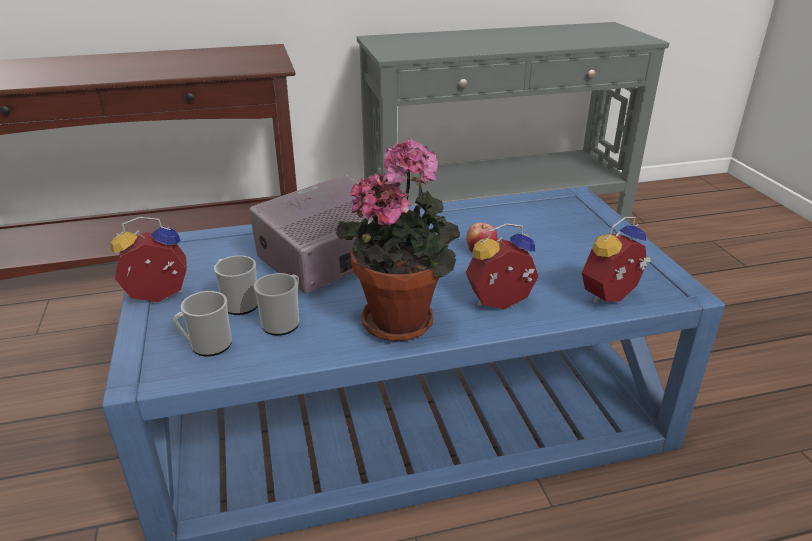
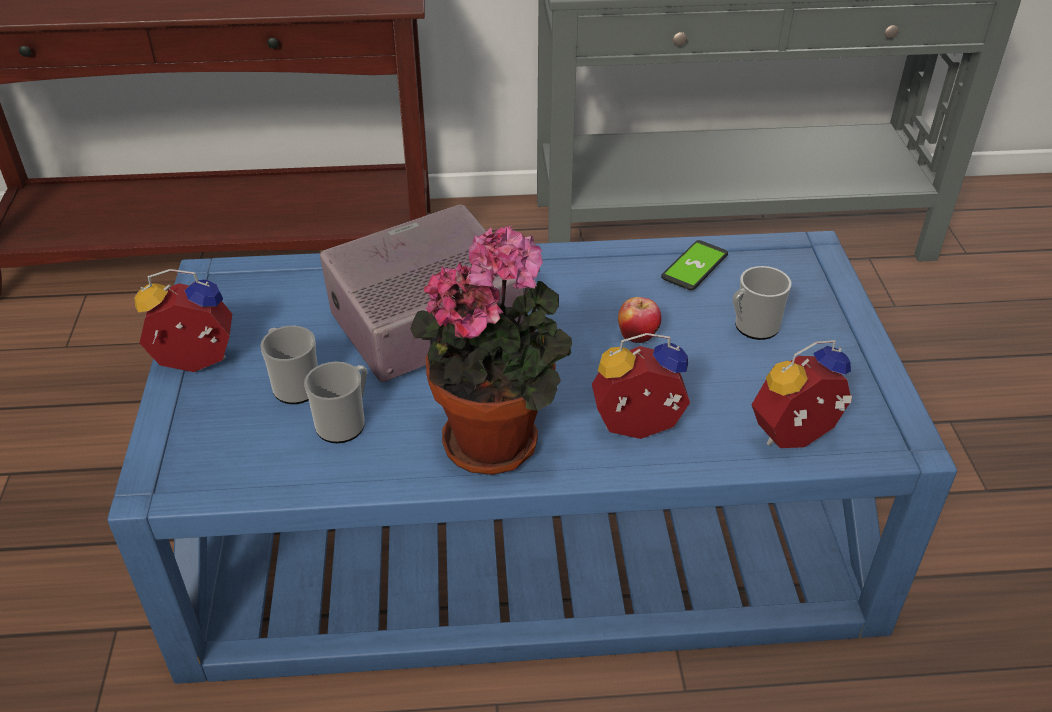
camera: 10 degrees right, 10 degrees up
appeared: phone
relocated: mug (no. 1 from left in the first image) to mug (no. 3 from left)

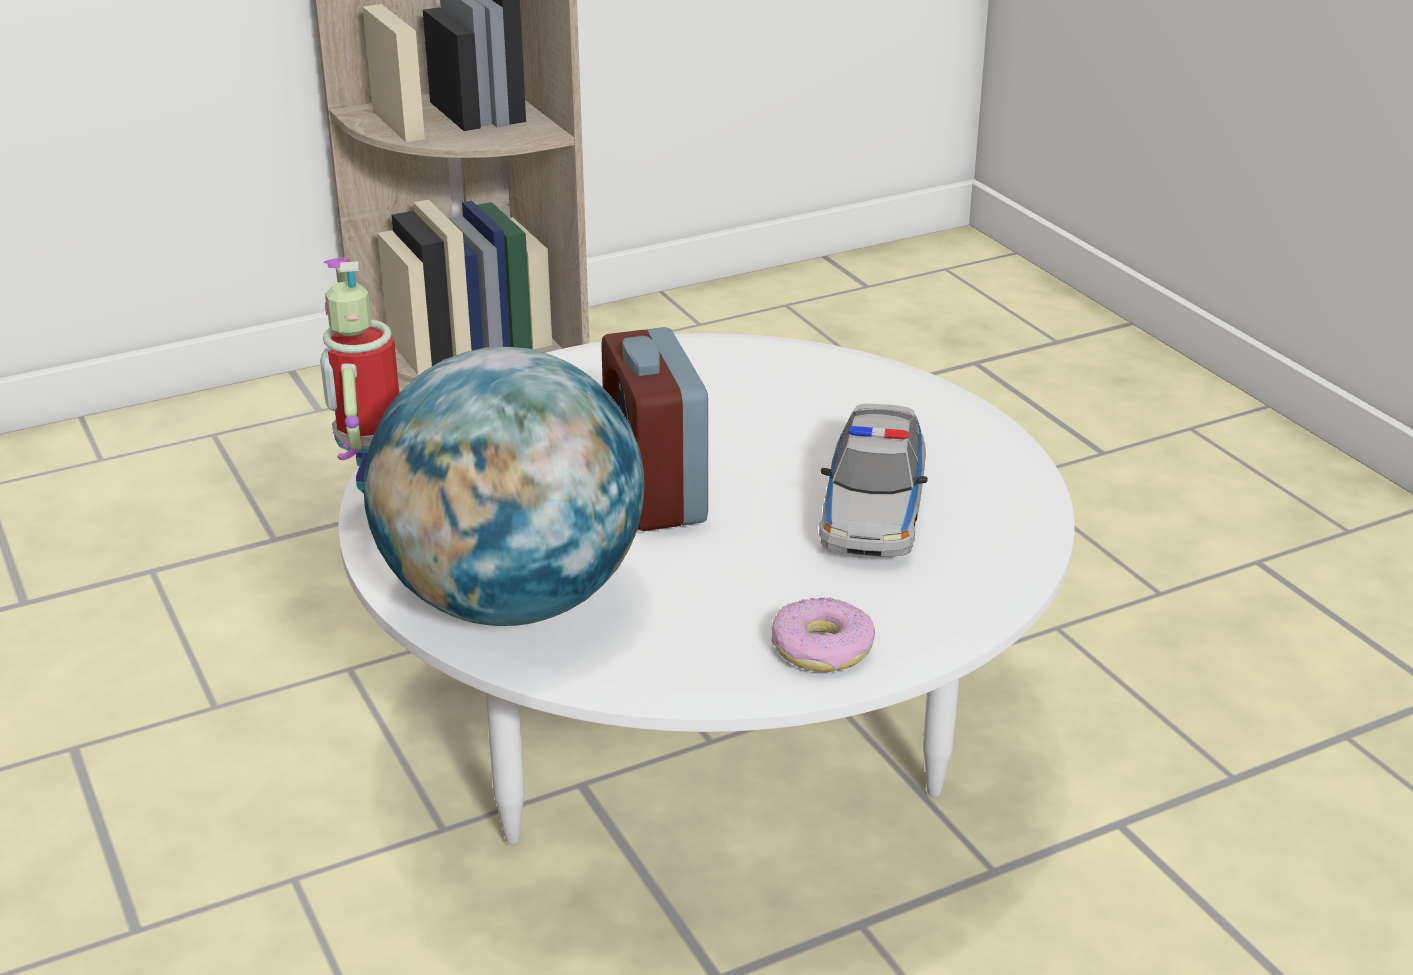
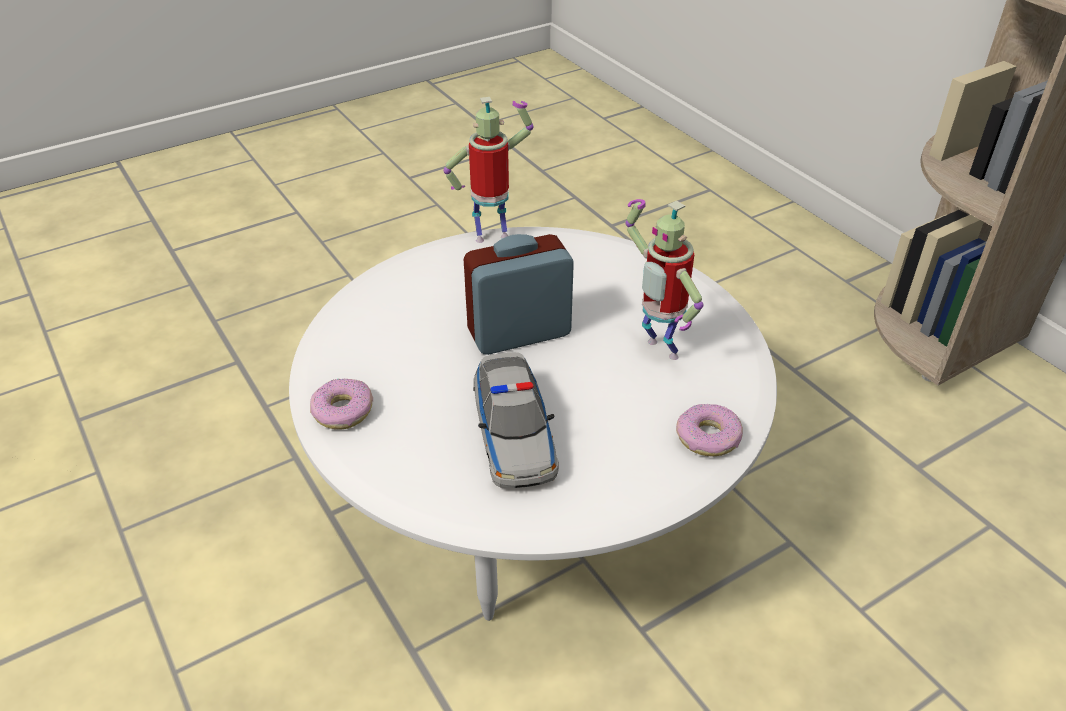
camera: 85 degrees right, 10 degrees up
missing: globe
appeared: toy robot (no. 2 from left); donut (no. 2 from left)
spun: toy car 105 degrees counterclockwise

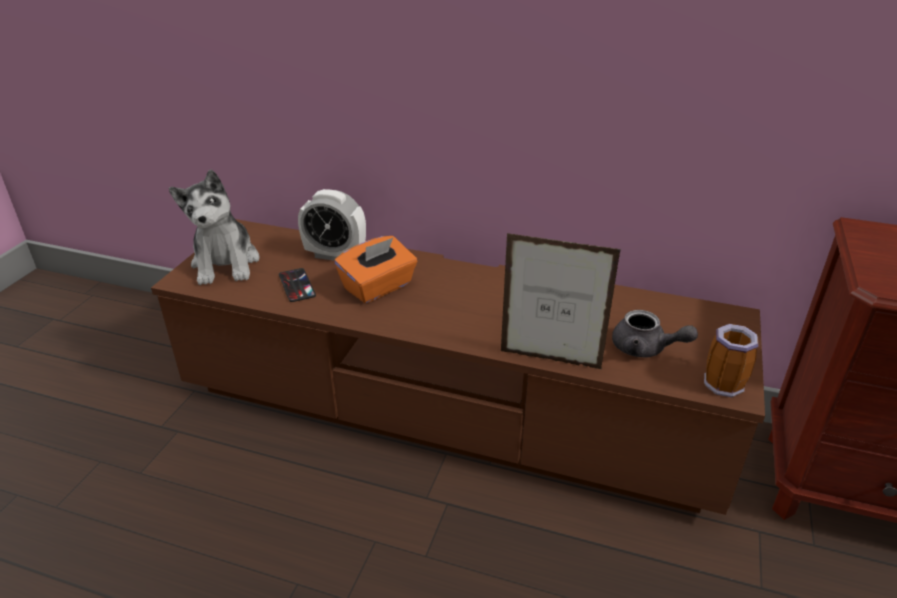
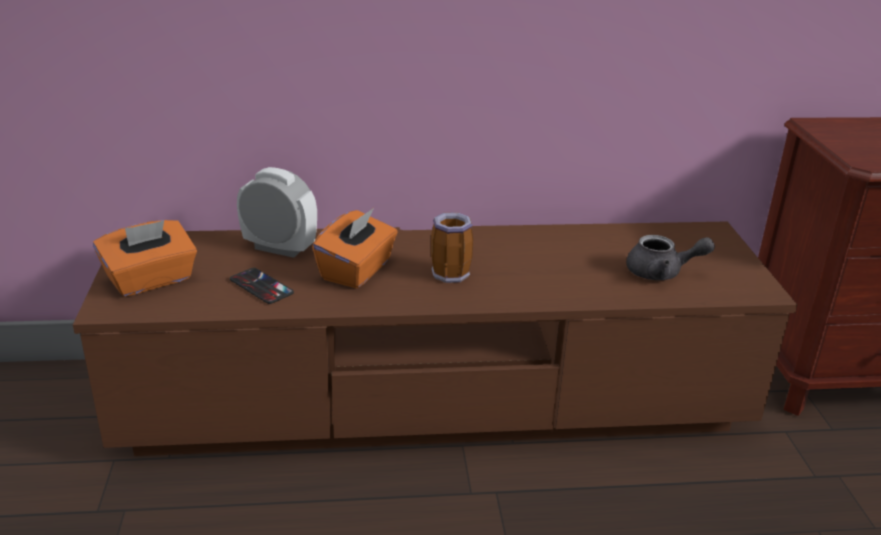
camera: 25 degrees left, 5 degrees down
missing: picture frame
relocated: mug
exchanged: plush toy to tissue box (orange) (no. 1 from left)
spun: alarm clock 150 degrees counterclockwise

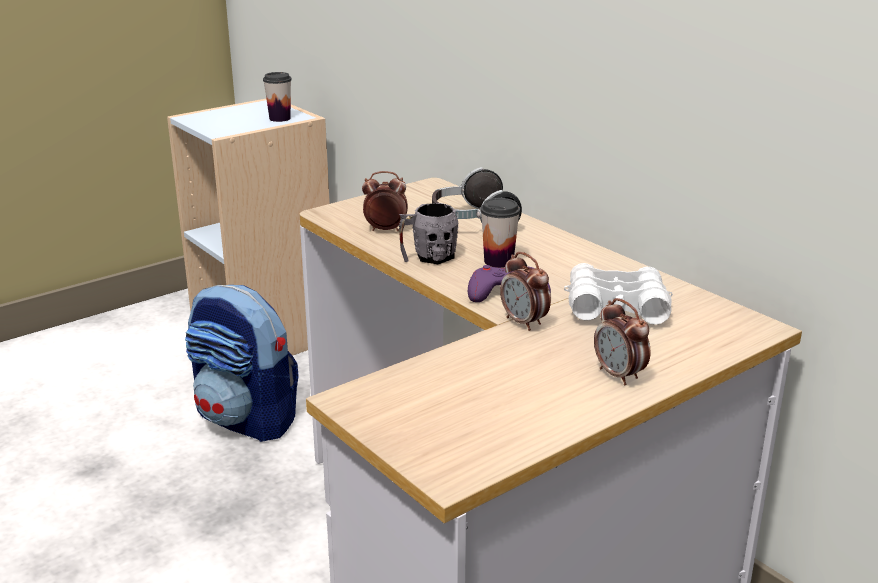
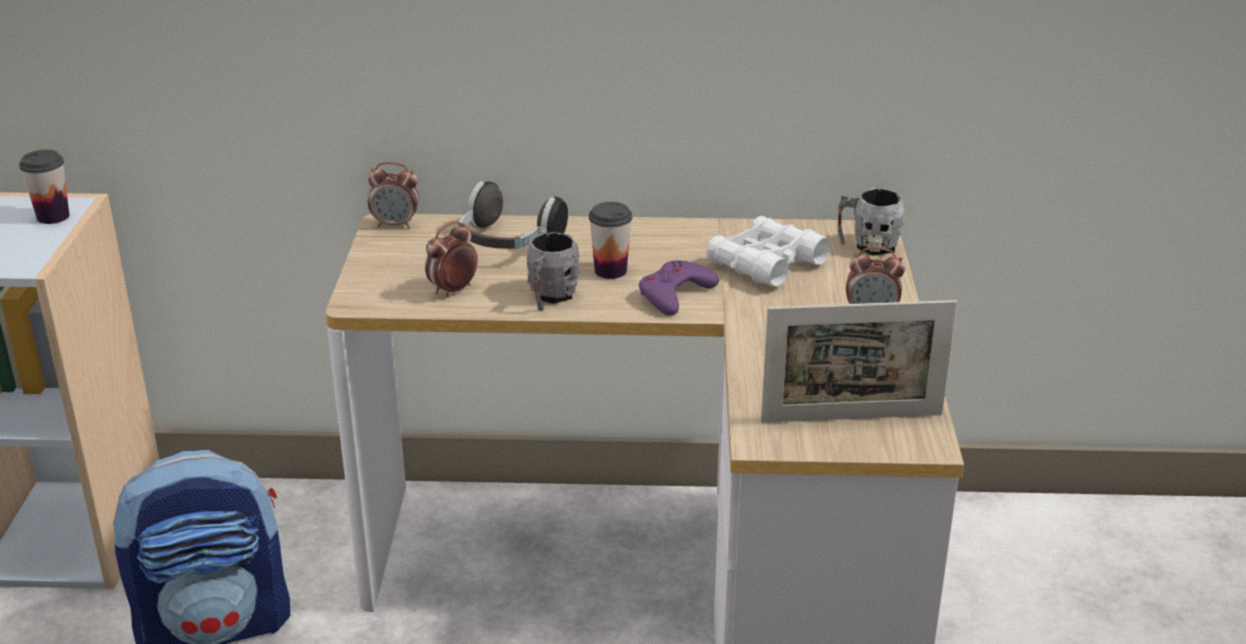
camera: 50 degrees left, 5 degrees up
appeared: picture frame; mug (grey) (no. 2 from left)
relocated: alarm clock (no. 2 from left in the first image) to alarm clock (no. 1 from left)

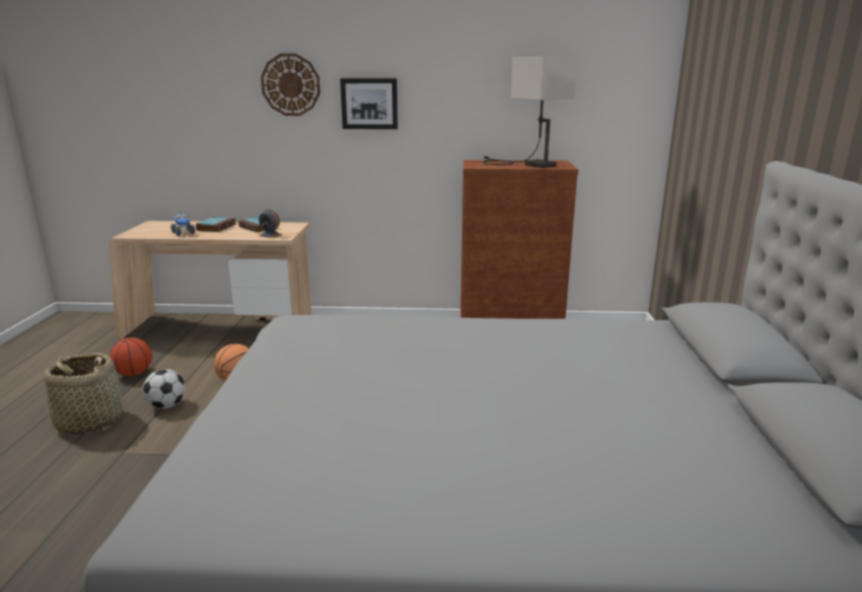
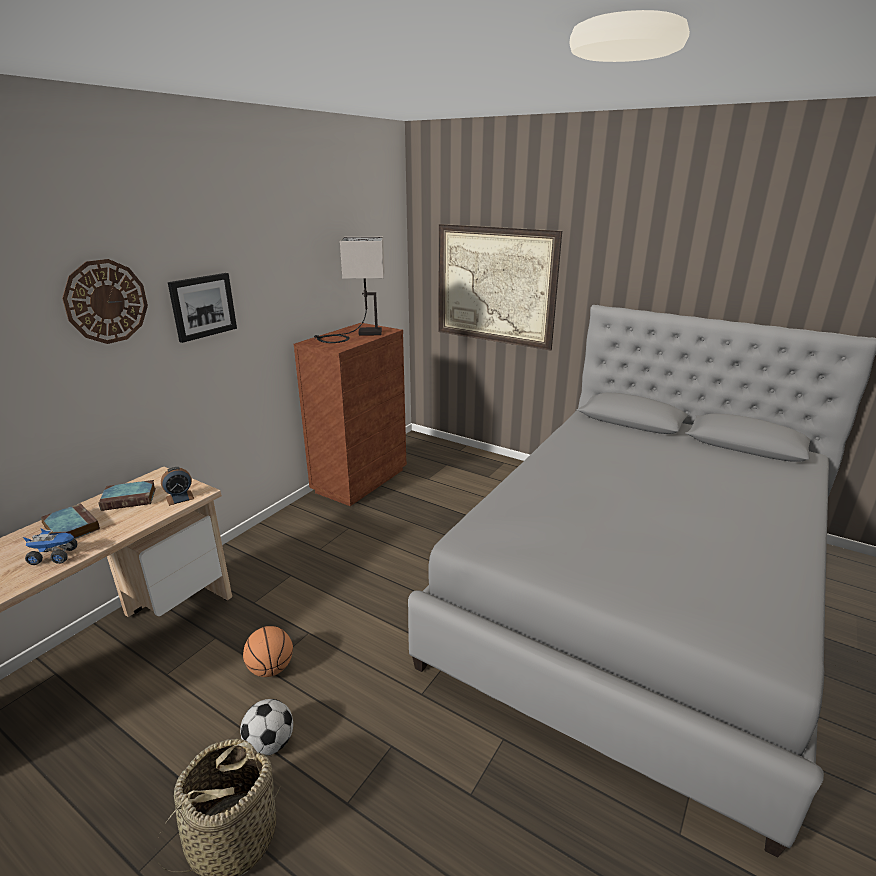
camera: 60 degrees left, 5 degrees up
missing: basketball (no. 1 from left)
appeared: picture (no. 2 from left)

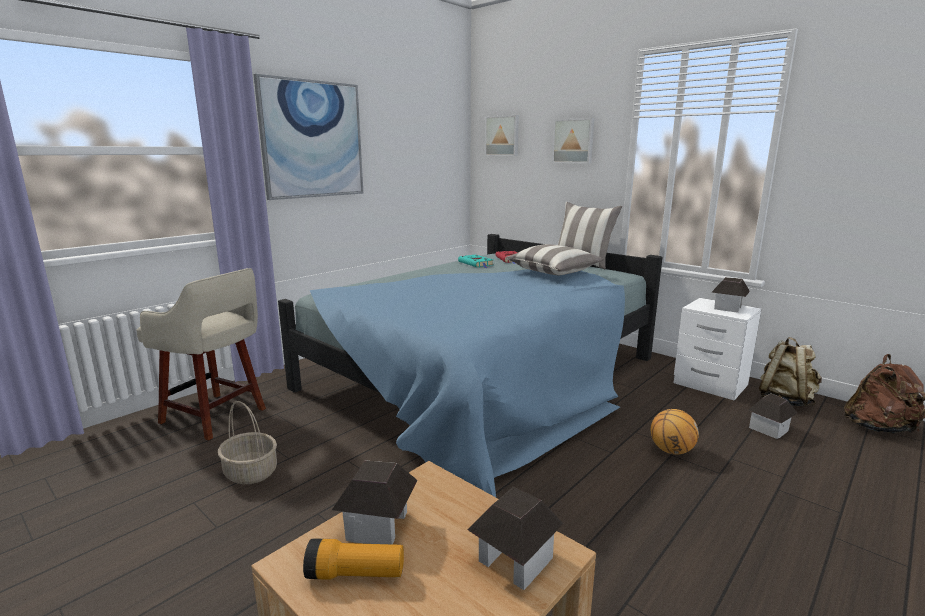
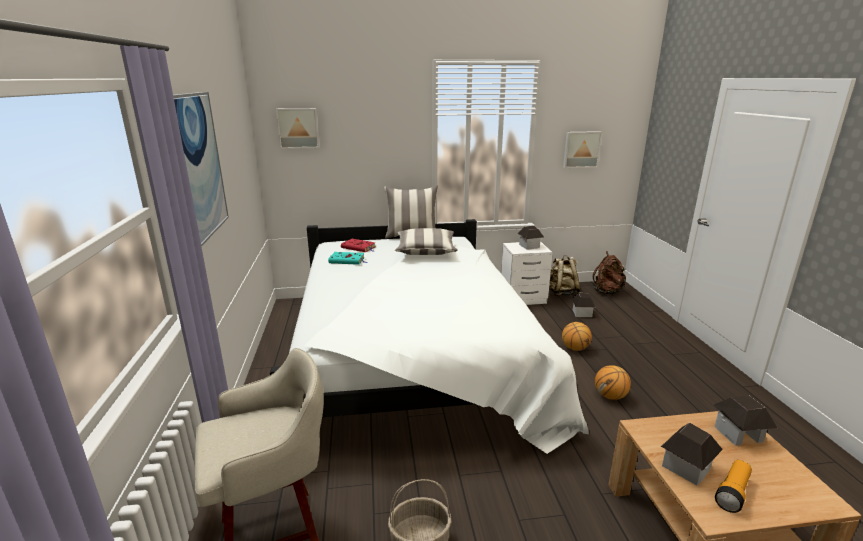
camera: 50 degrees left, 5 degrees up
appeared: basketball (no. 2 from left)
relocated: picture (no. 3 from left)
colour: bed (blue) to bed (white)

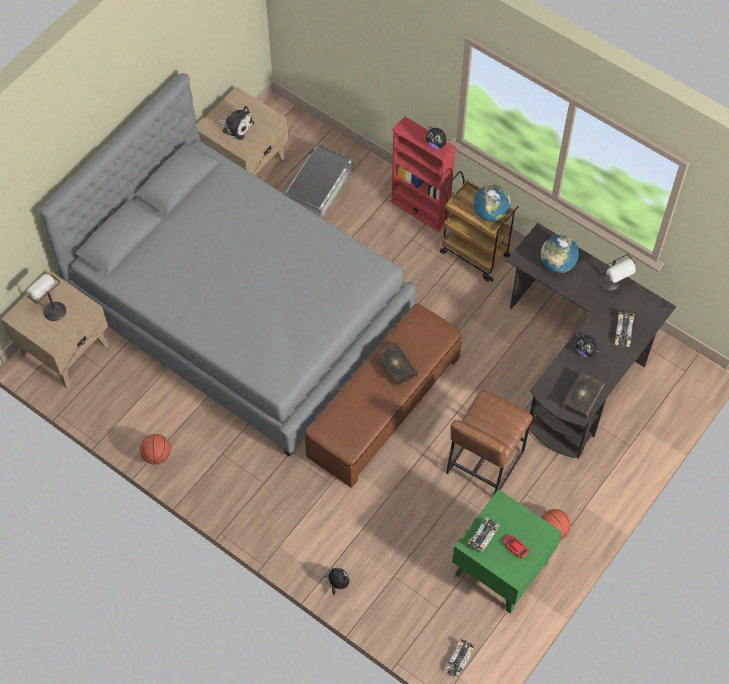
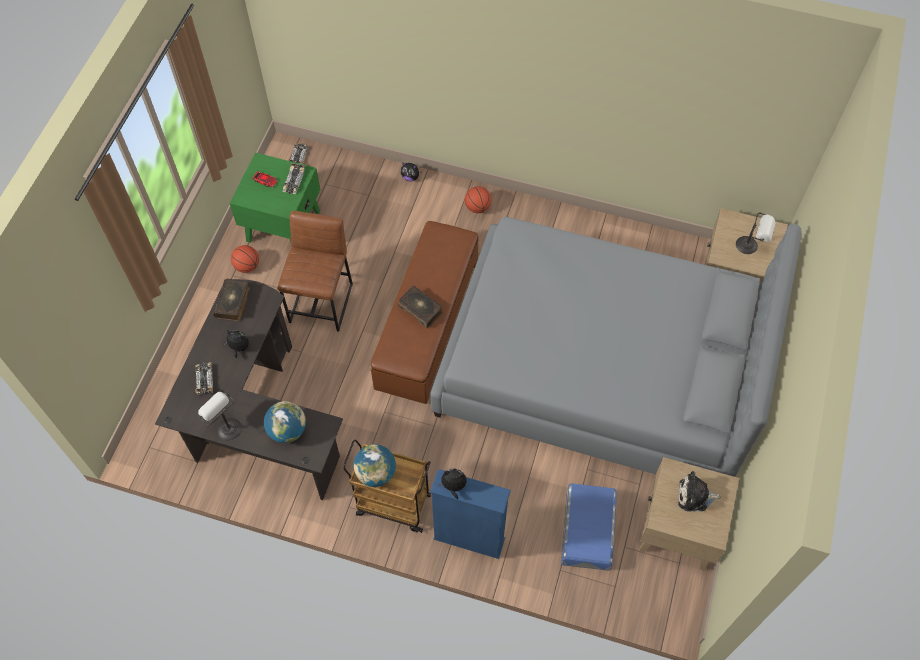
camera: 160 degrees right, 0 degrees up
relocated: basketball (no. 1 from left in the first image) to basketball (no. 2 from left)
colour: storage box (grey) to storage box (blue); bookcase (red) to bookcase (blue)

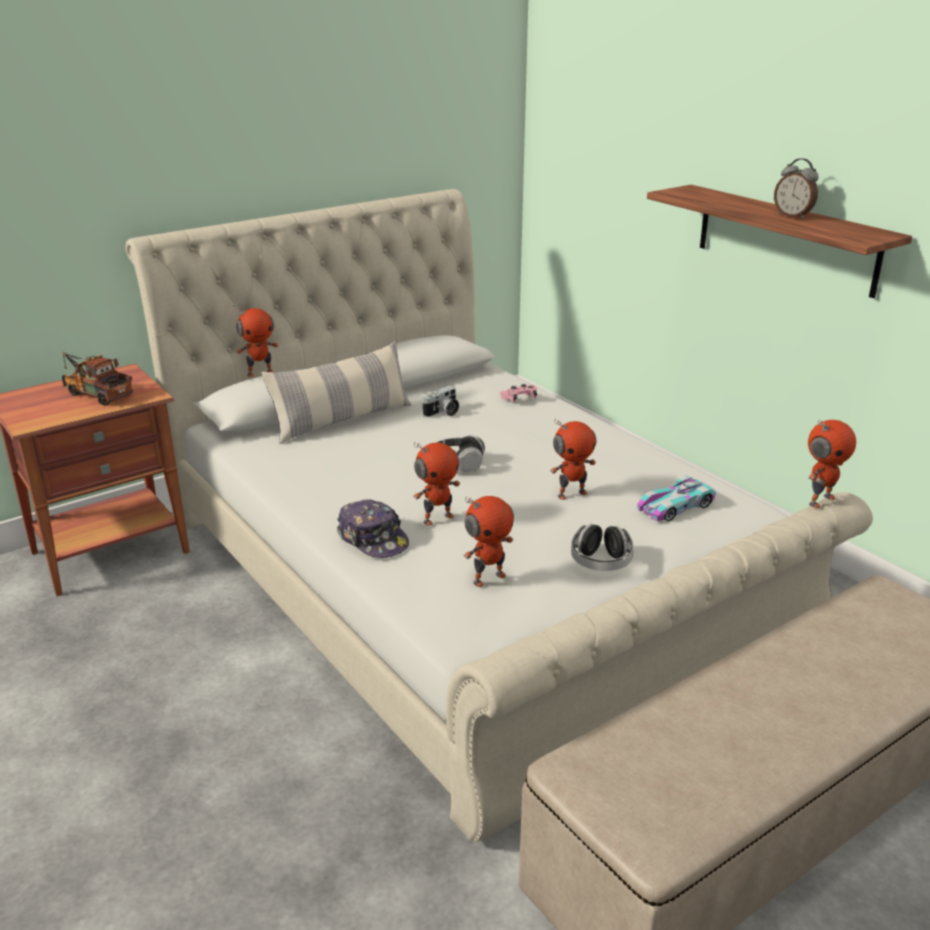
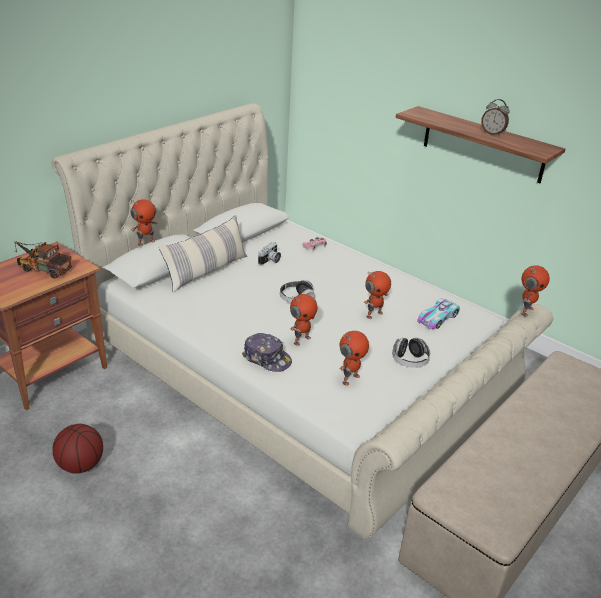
camera: 15 degrees left, 5 degrees up
appeared: basketball

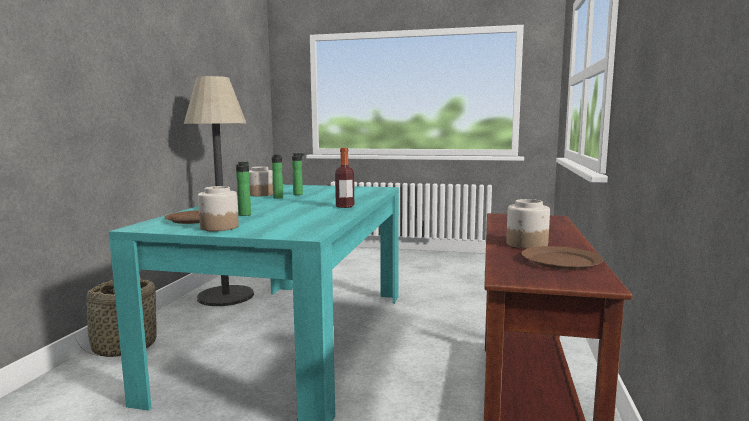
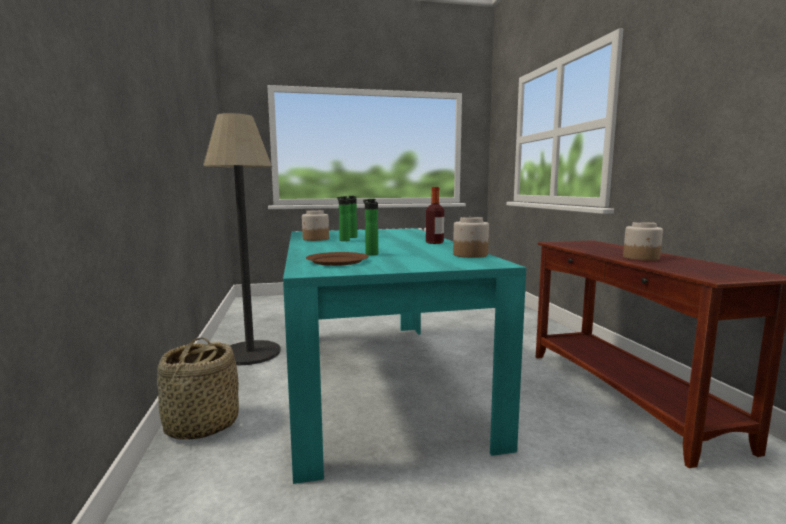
camera: 25 degrees left, 0 degrees up
missing: plate (brown) (no. 2 from left)
relocated: jar (no. 1 from left in the first image) to jar (no. 2 from left)

